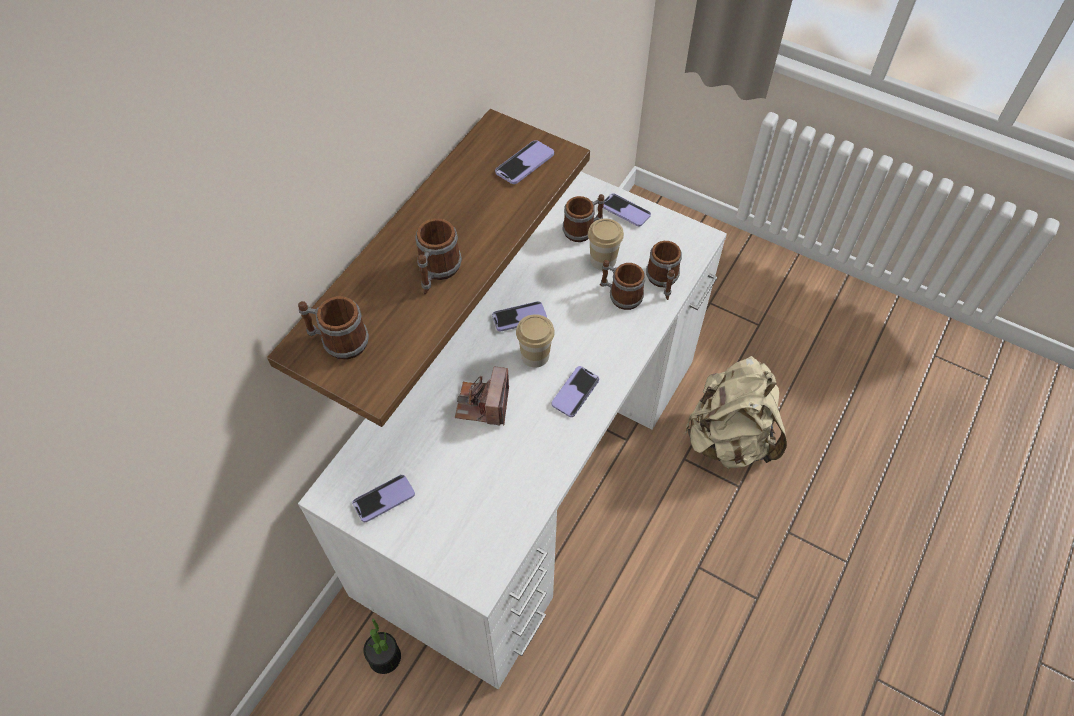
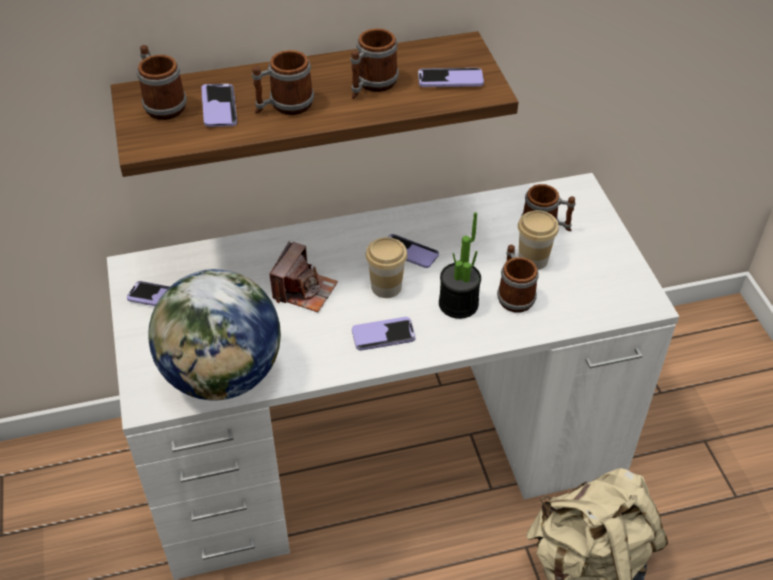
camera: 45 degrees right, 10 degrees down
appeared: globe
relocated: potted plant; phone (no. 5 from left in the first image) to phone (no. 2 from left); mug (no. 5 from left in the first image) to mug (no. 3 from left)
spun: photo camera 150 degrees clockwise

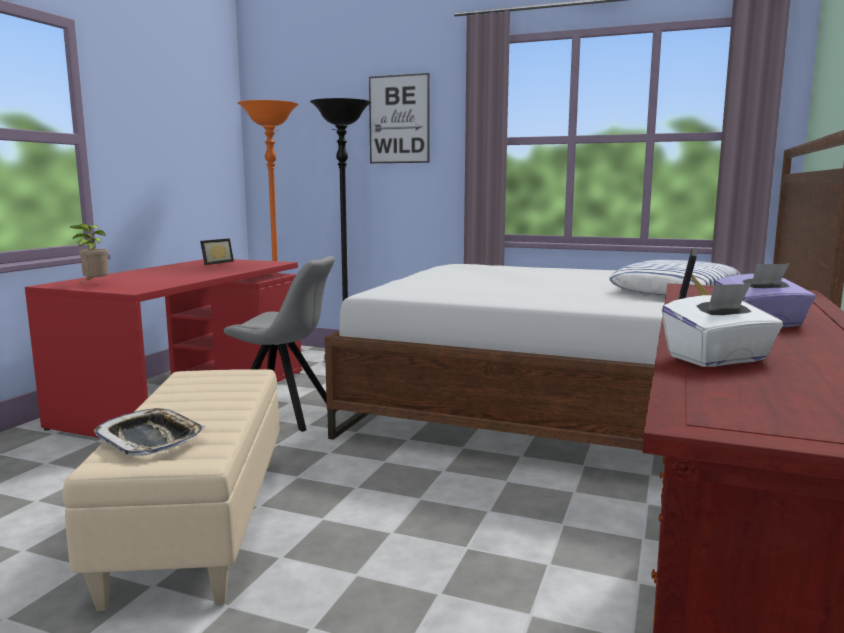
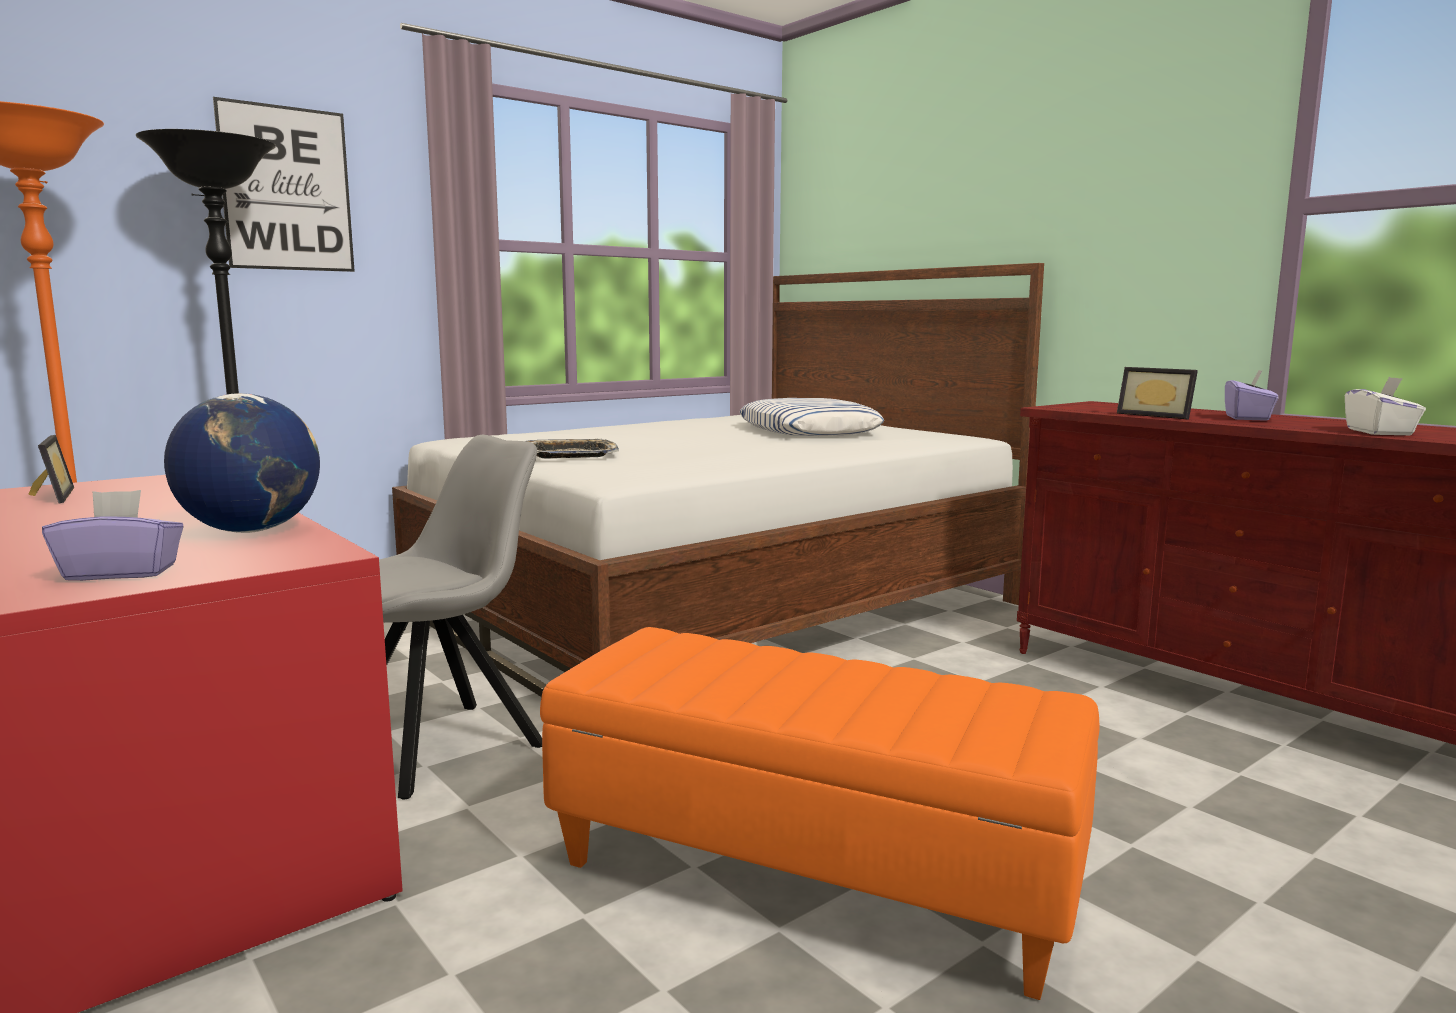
camera: 60 degrees left, 0 degrees up
appeared: globe
relocated: tray
exchanged: potted plant to tissue box (purple) (no. 1 from left)
colour: ottoman (beige) to ottoman (orange)

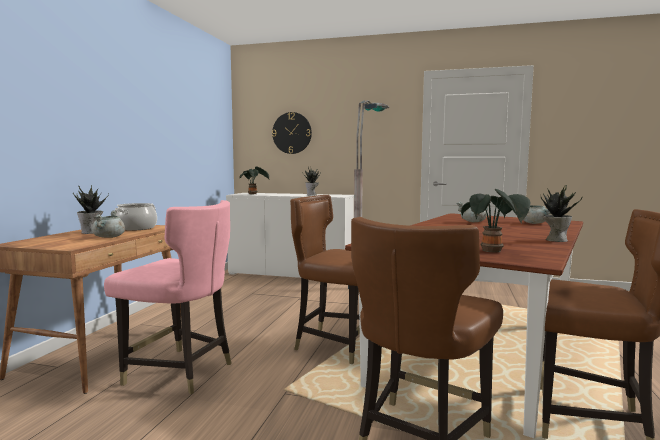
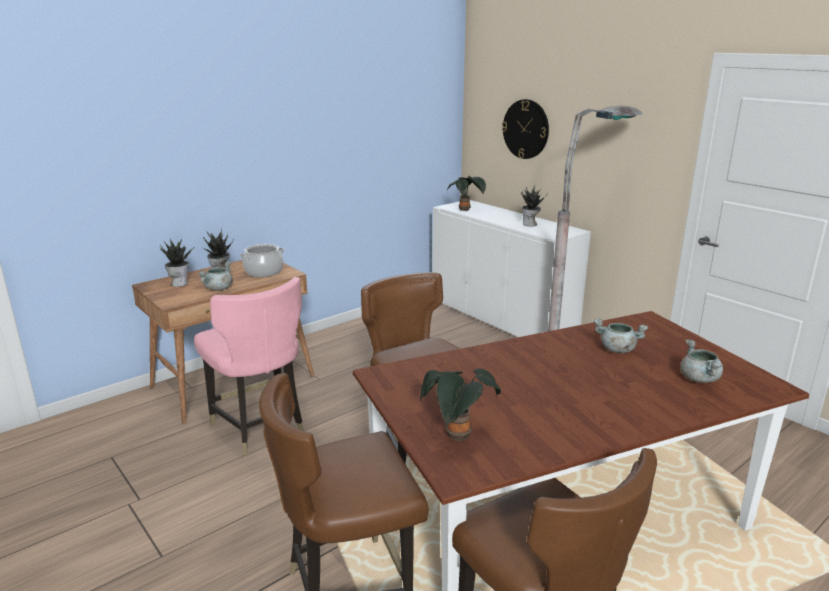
camera: 35 degrees right, 15 degrees up
relocated: potted plant (no. 5 from left in the first image) to potted plant (no. 1 from left)

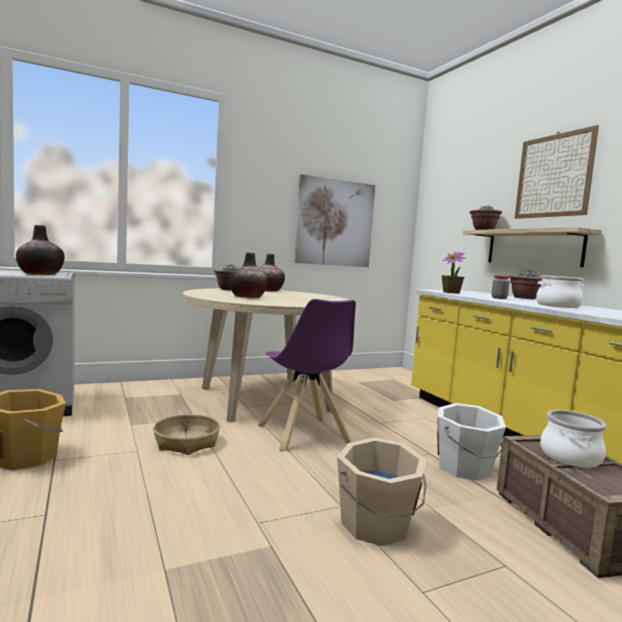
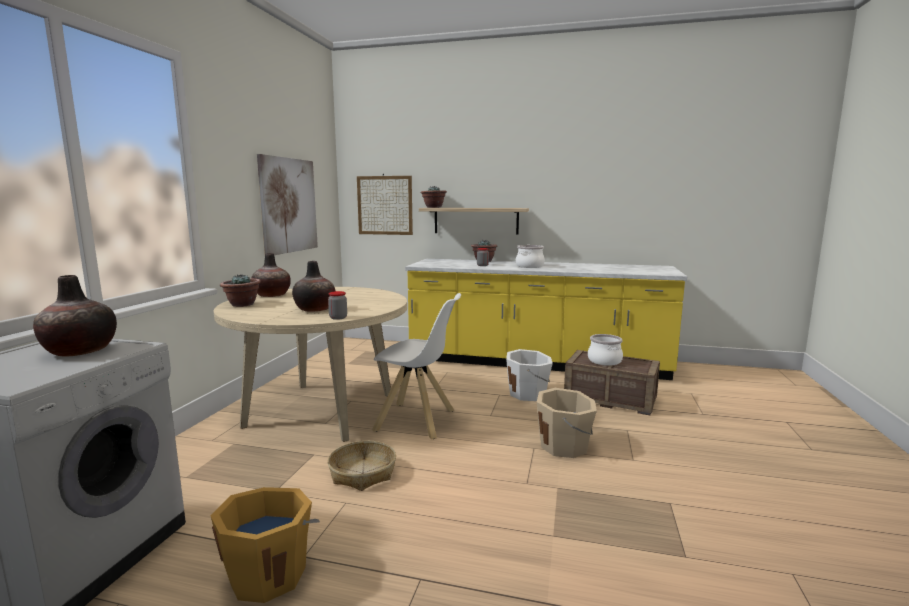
camera: 50 degrees left, 5 degrees up
missing: potted plant (no. 2 from left)
appeared: jar (no. 1 from left)
relocated: picture (no. 2 from left)
colour: chair (purple) to chair (white)

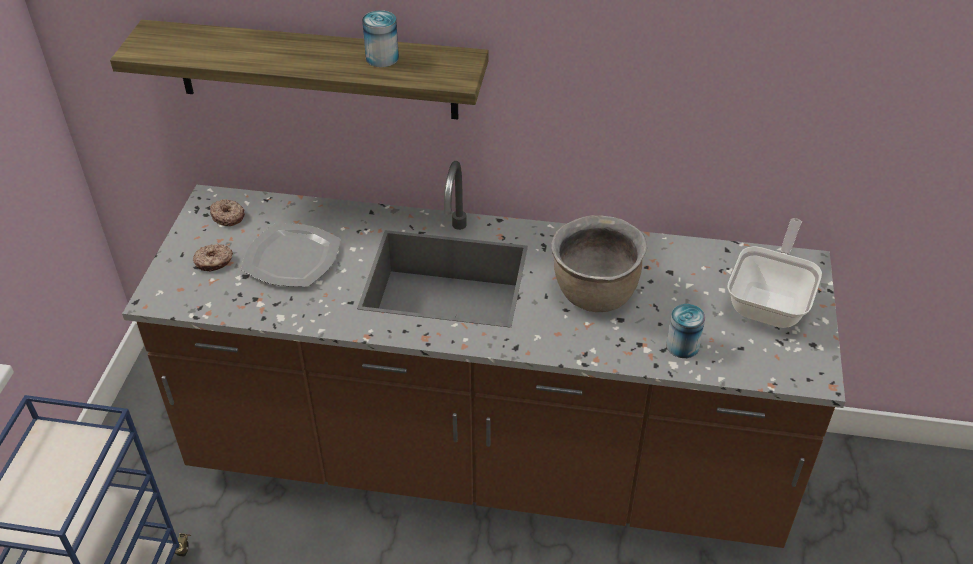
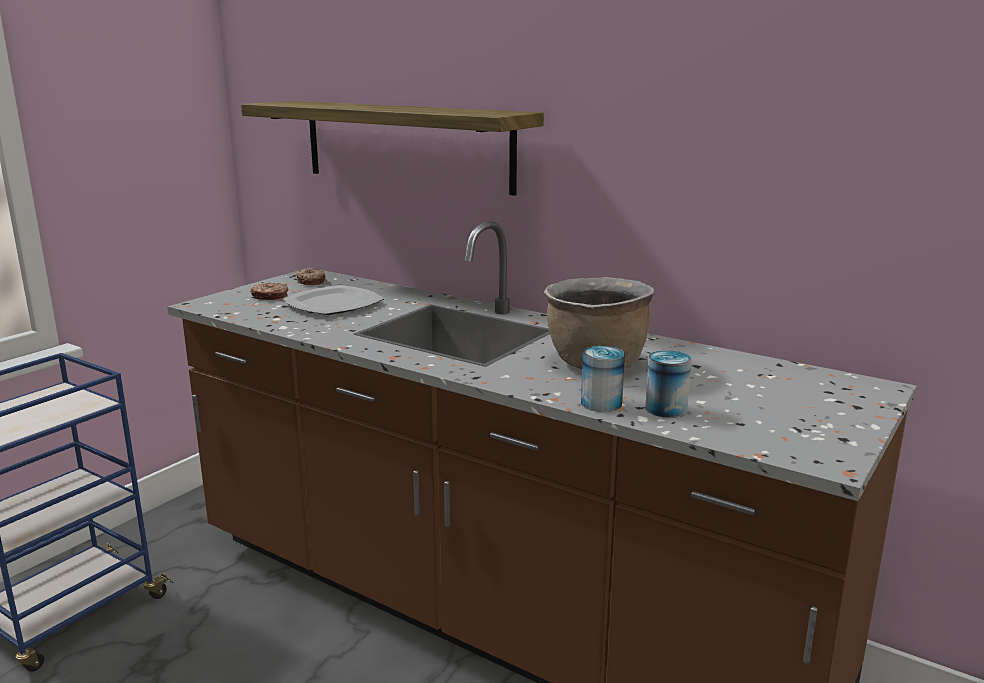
camera: 25 degrees right, 25 degrees down
missing: frying pan
relocated: can (no. 1 from left)

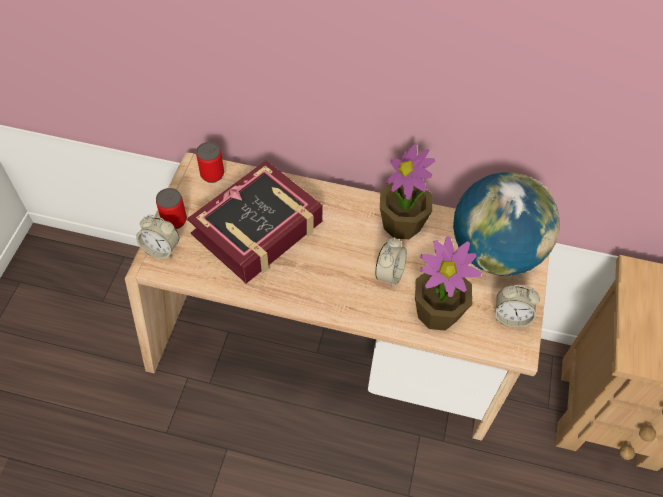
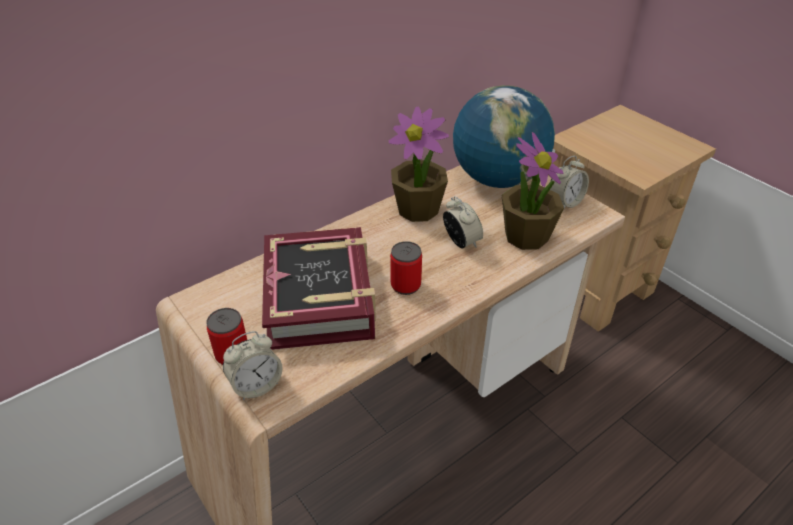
camera: 50 degrees left, 15 degrees down
relocated: can (no. 2 from left)

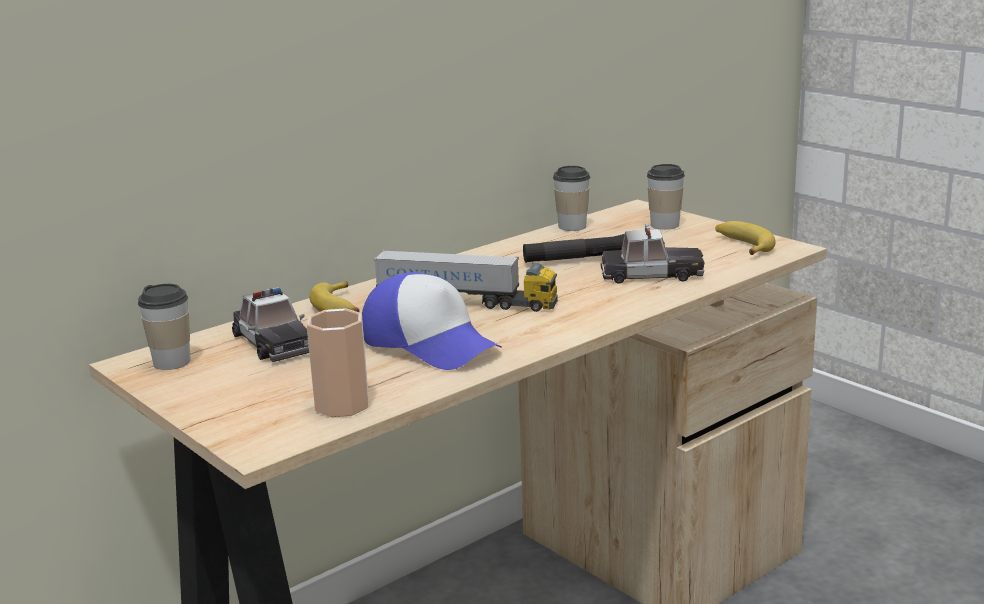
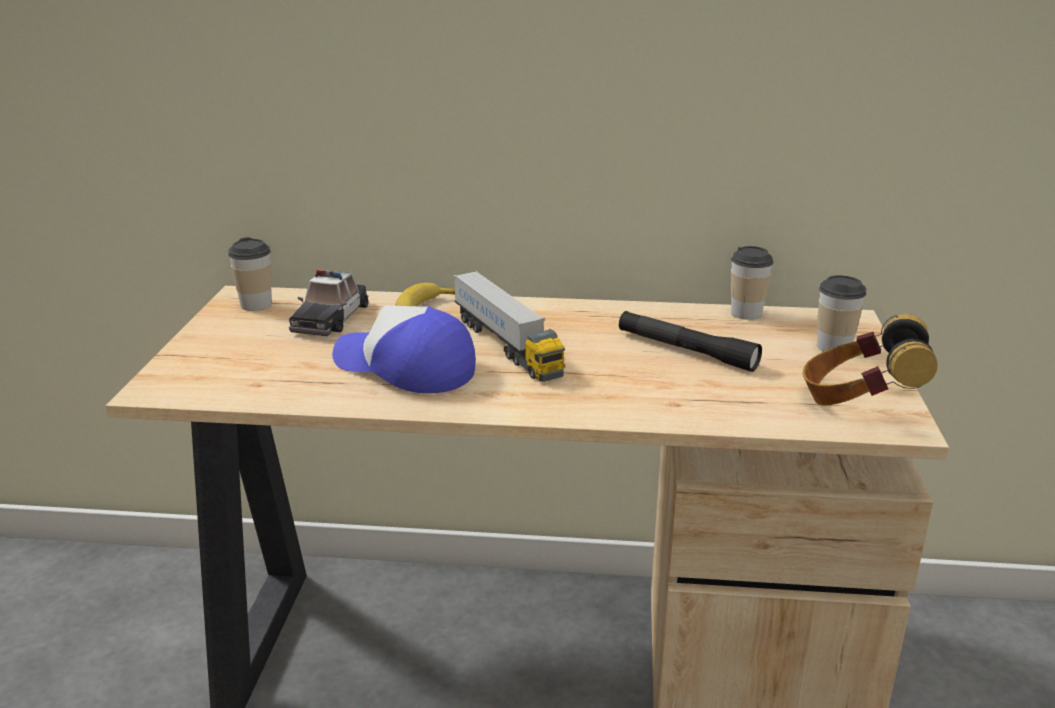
camera: 45 degrees right, 5 degrees up
missing: cup (no. 2 from left); toy car (no. 2 from left)
exchanged: banana (no. 2 from left) to headphones
spun: cap 120 degrees clockwise

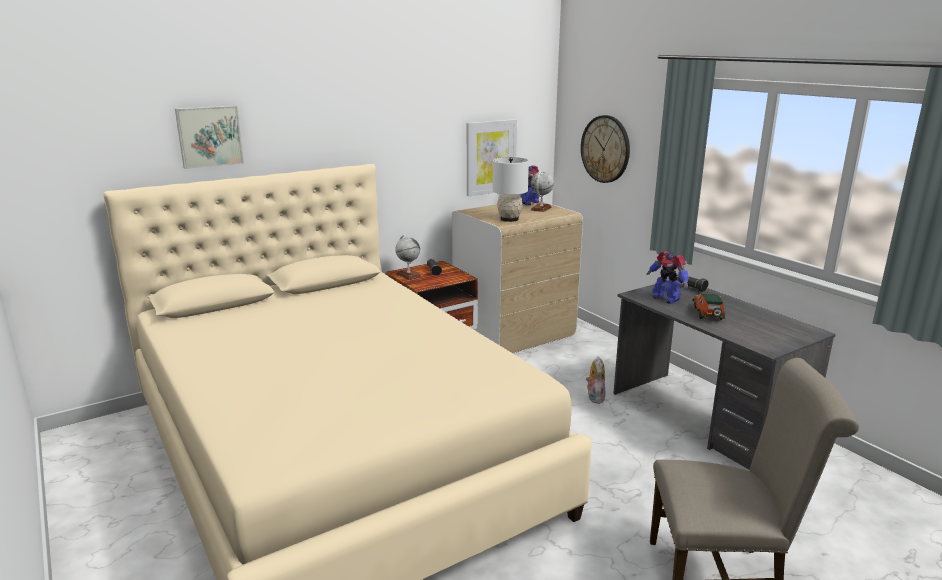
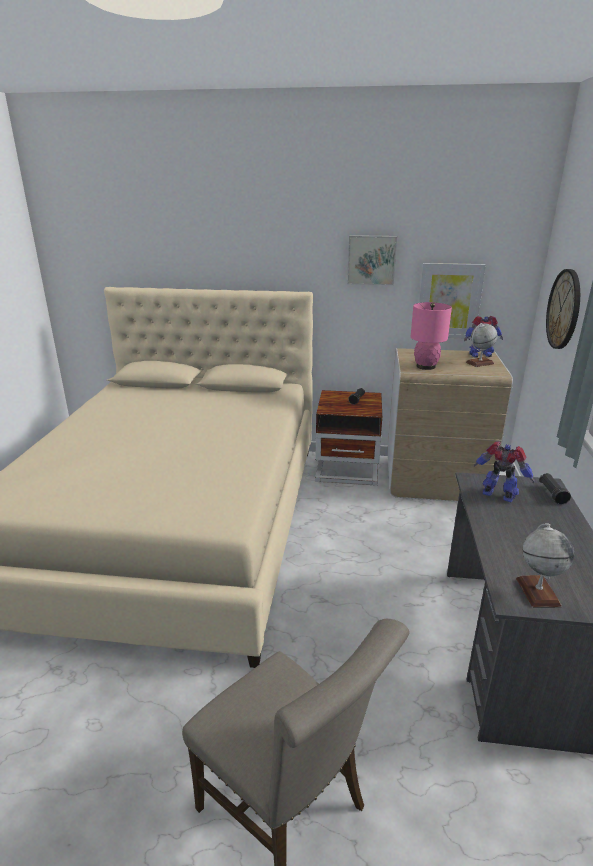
camera: 40 degrees right, 5 degrees up
missing: plush toy; toy car
relocated: picture (no. 1 from left); globe (no. 1 from left in the first image) to globe (no. 2 from left)
colour: table lamp (white) to table lamp (pink)
spun: toy robot (no. 2 from left) 120 degrees clockwise

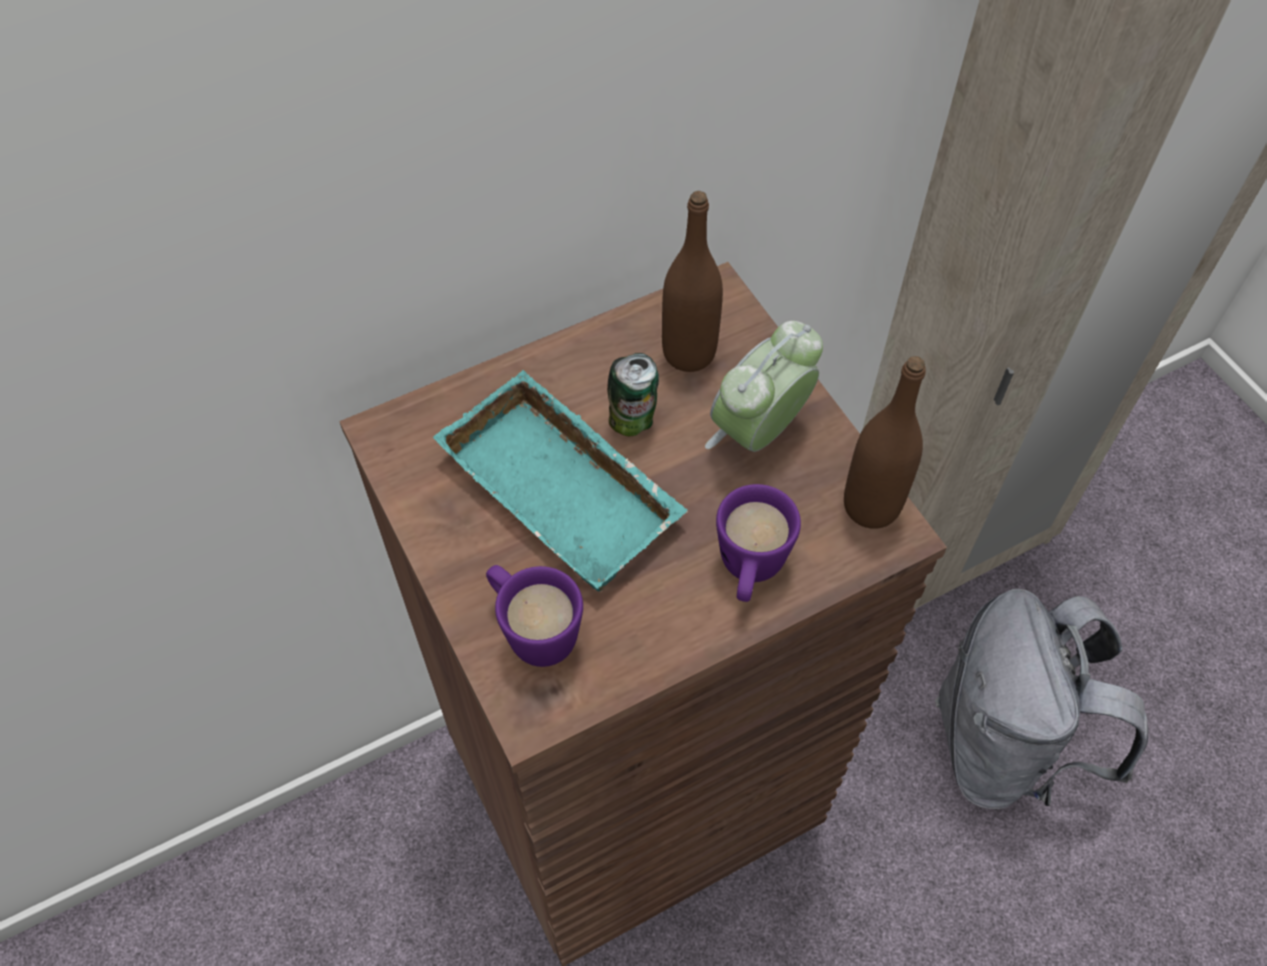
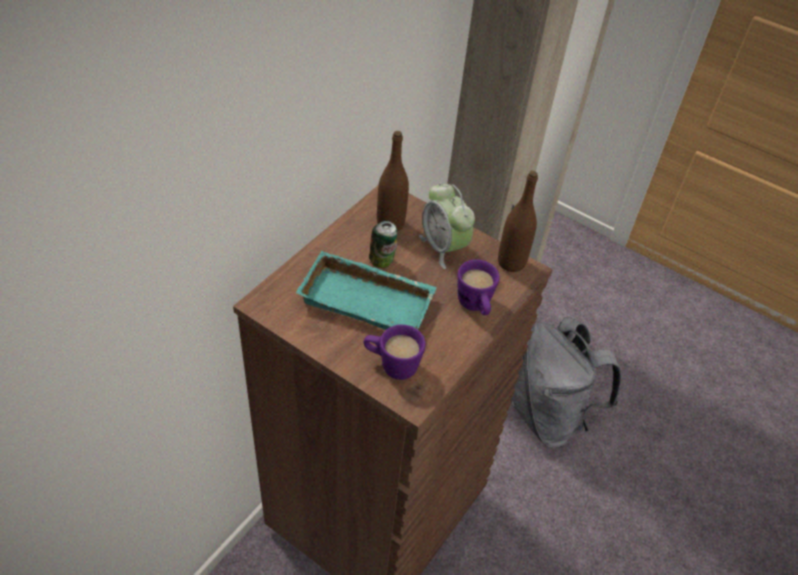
camera: 30 degrees left, 10 degrees down
spun: alarm clock 45 degrees counterclockwise

